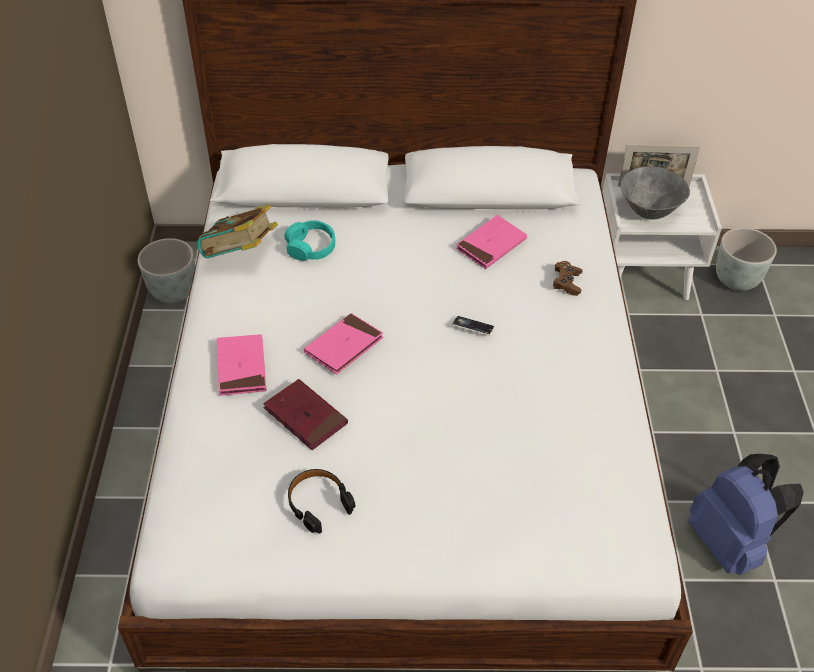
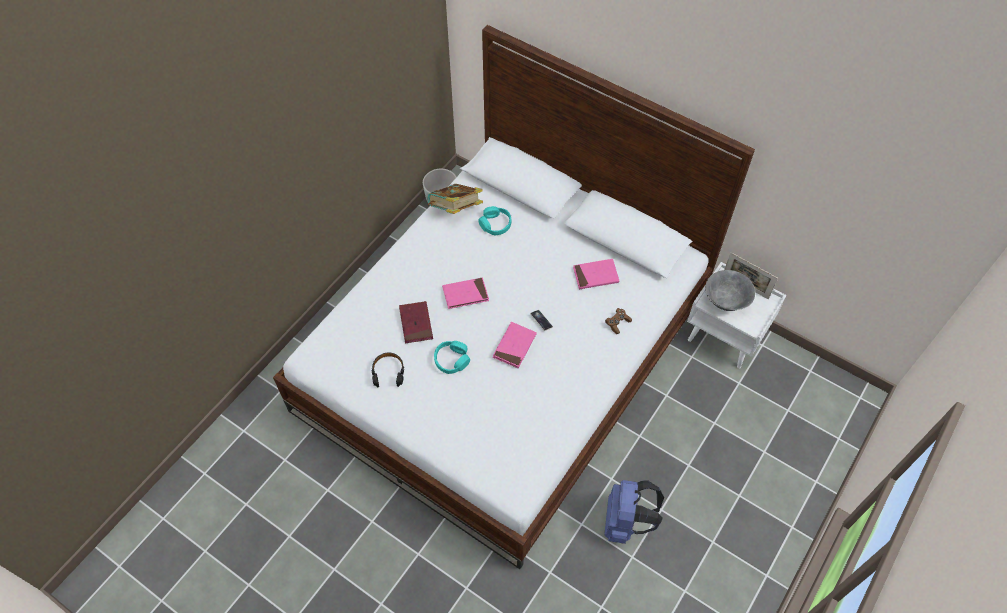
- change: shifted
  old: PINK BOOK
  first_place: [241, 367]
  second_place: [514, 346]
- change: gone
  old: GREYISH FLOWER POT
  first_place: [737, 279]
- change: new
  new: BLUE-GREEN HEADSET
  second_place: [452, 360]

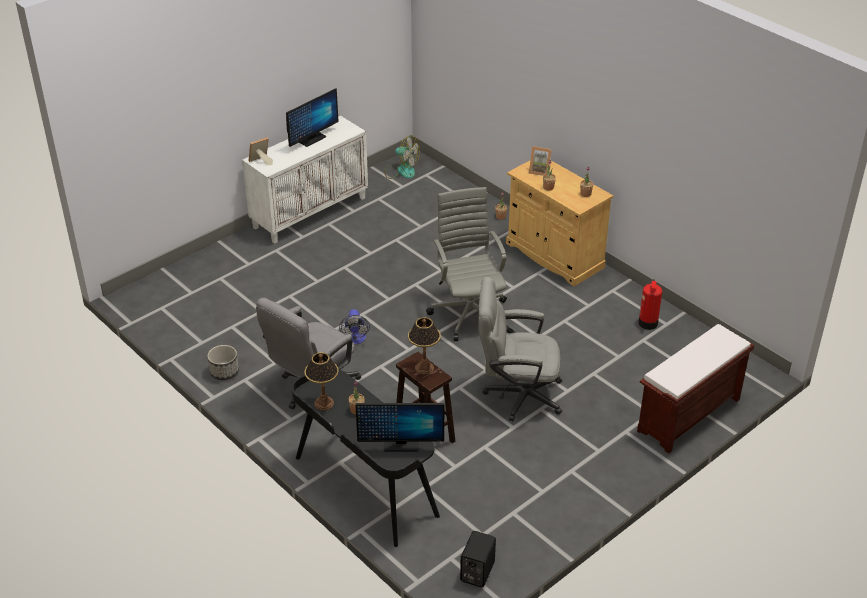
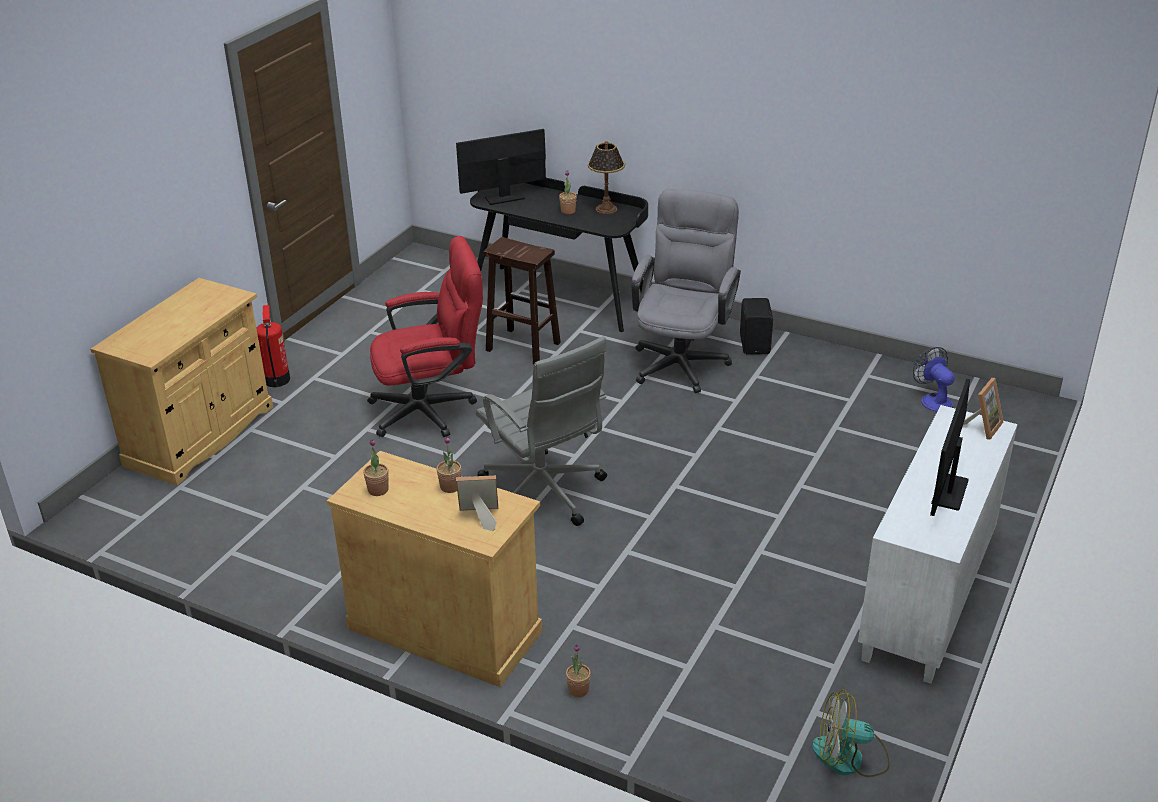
- change: gone
  old: FLOWER POT
  first_place: [224, 372]
- change: shifted
  old: COOLING FAN
  first_place: [355, 339]
  second_place: [933, 400]
- change: gone
  old: TABLE LAMP
  first_place: [424, 368]
- change: shifted
  old: BLACK-COLOURED LOUDSPEAKER
  first_place: [476, 572]
  second_place: [755, 344]
- change: repainted
  old: GREYISH COMPUTER CHAIR
  new: RED-COLOURED COMPUTER CHAIR
  first_place: [516, 394]
  second_place: [432, 410]
- change: swapped
  old: BROWN BENCH
  new: SAND-COLOURED CABINET
  first_place: [688, 416]
  second_place: [200, 436]
- change: shifted
  old: FIRE EXTINGUISHER
  first_place: [648, 323]
  second_place: [276, 379]

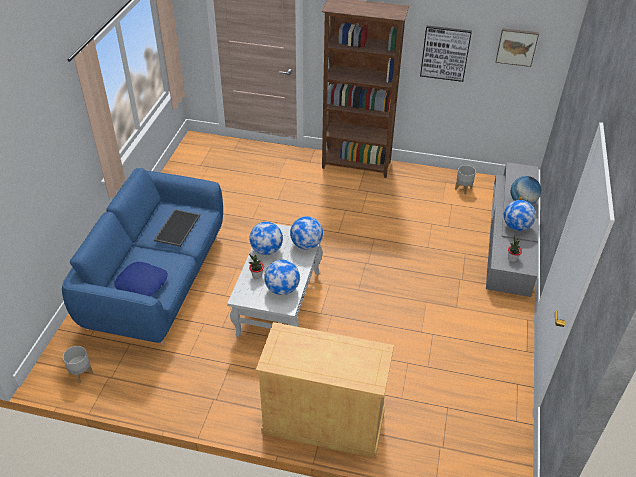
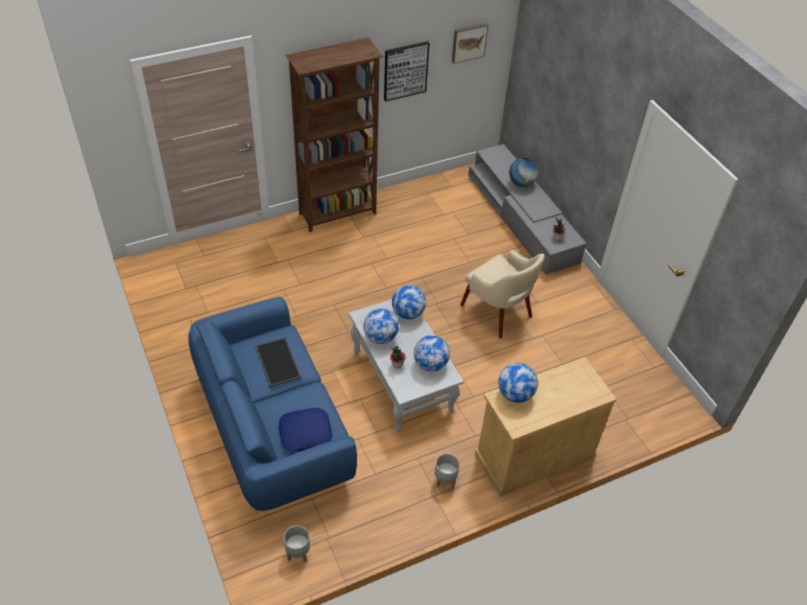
- change: shifted
  old: GREYISH FLOWER POT
  first_place: [463, 189]
  second_place: [445, 480]
- change: shifted
  old: WORLD GLOBE
  first_place: [516, 226]
  second_place: [515, 394]
- change: new
  new: SAND-COLOURED LOUNGE CHAIR
  second_place: [497, 312]

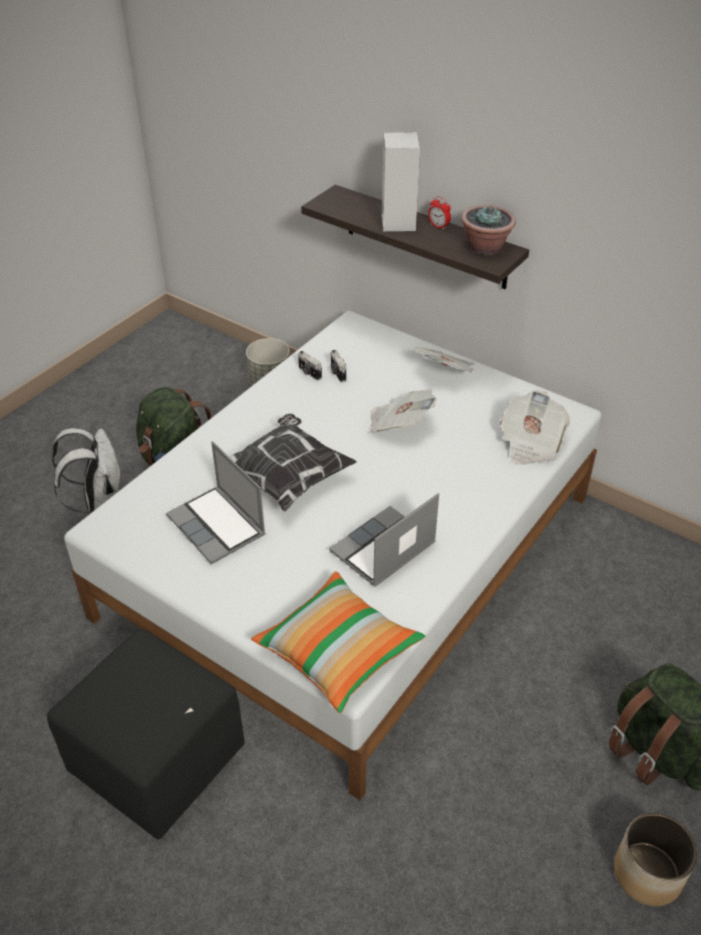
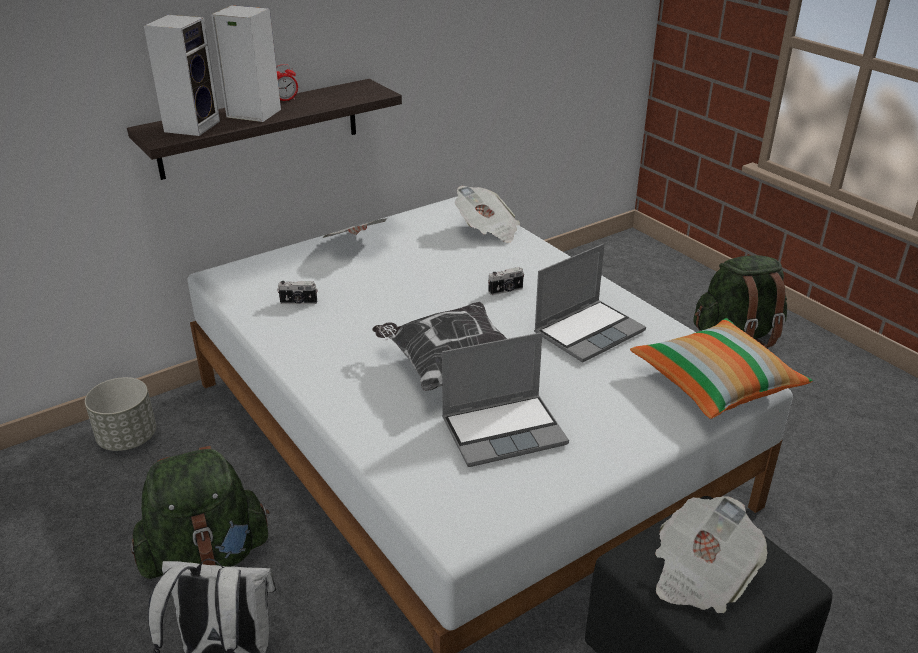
- change: shifted
  old: PHOTO CAMERA
  first_place: [309, 373]
  second_place: [506, 291]
- change: rotated
  old: PORTABLE COMPUTER
  first_place: [383, 549]
  second_place: [589, 331]
  degrees: -105
- change: shifted
  old: NEWSPAPER
  first_place: [399, 424]
  second_place: [700, 574]
- change: gone
  old: POTTED PLANT
  first_place: [485, 247]
- change: gone
  old: FLOWER POT
  first_place: [647, 873]
- change: new
  new: LOUDSPEAKER
  second_place: [192, 125]

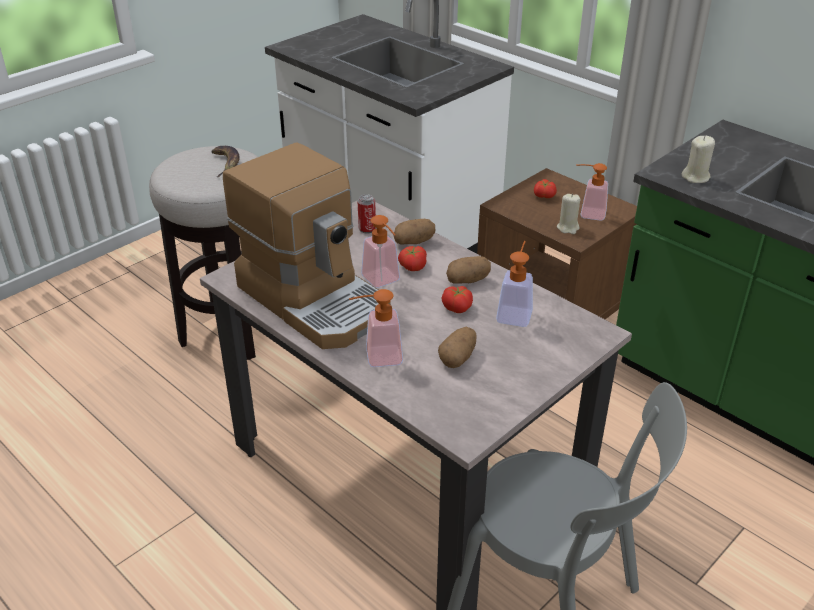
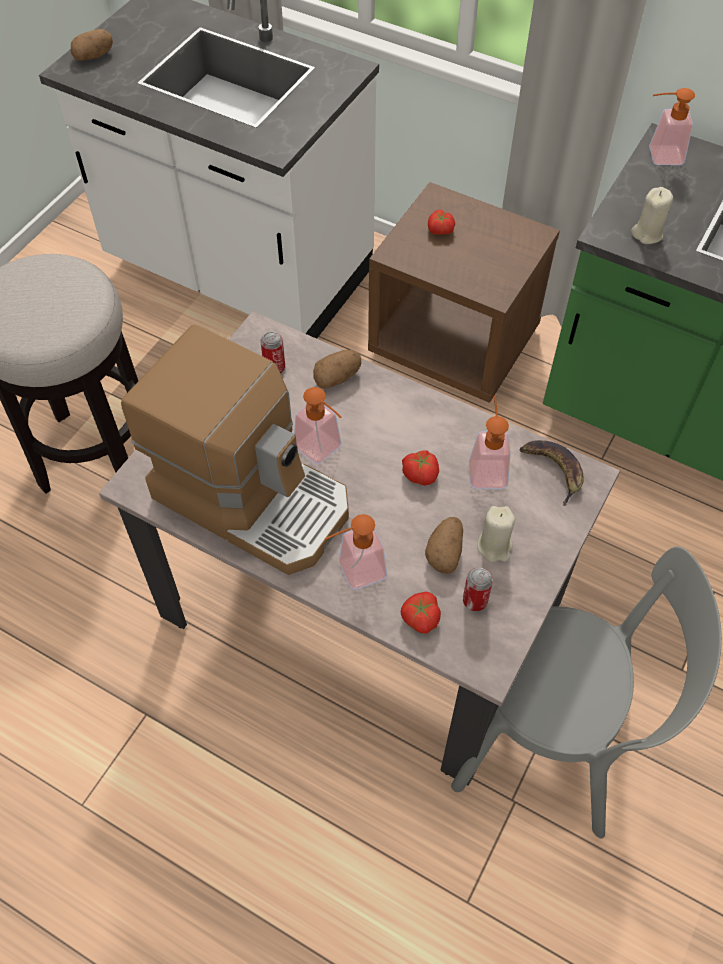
- change: shifted
  old: WHOLE BANANA
  first_place: [226, 163]
  second_place: [553, 470]
- change: shifted
  old: TOMATO
  first_place: [412, 266]
  second_place: [419, 618]
- change: shifted
  old: WHOLE POTATO
  first_place: [468, 280]
  second_place: [94, 56]
- change: shifted
  old: SAND-COLOURED WAX LIGHT
  first_place: [568, 228]
  second_place: [494, 546]
- change: shifted
  old: SOAP BOTTLE
  first_place: [587, 213]
  second_place: [658, 156]
- change: new
  new: CAN
  second_place: [475, 601]

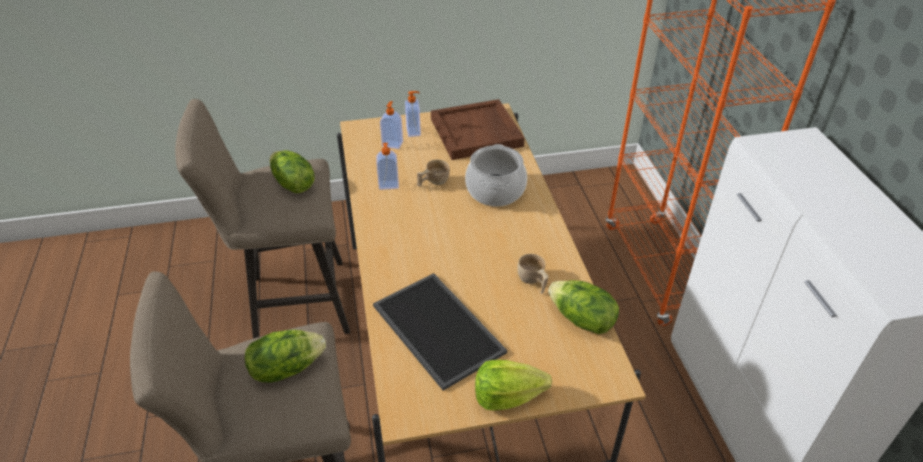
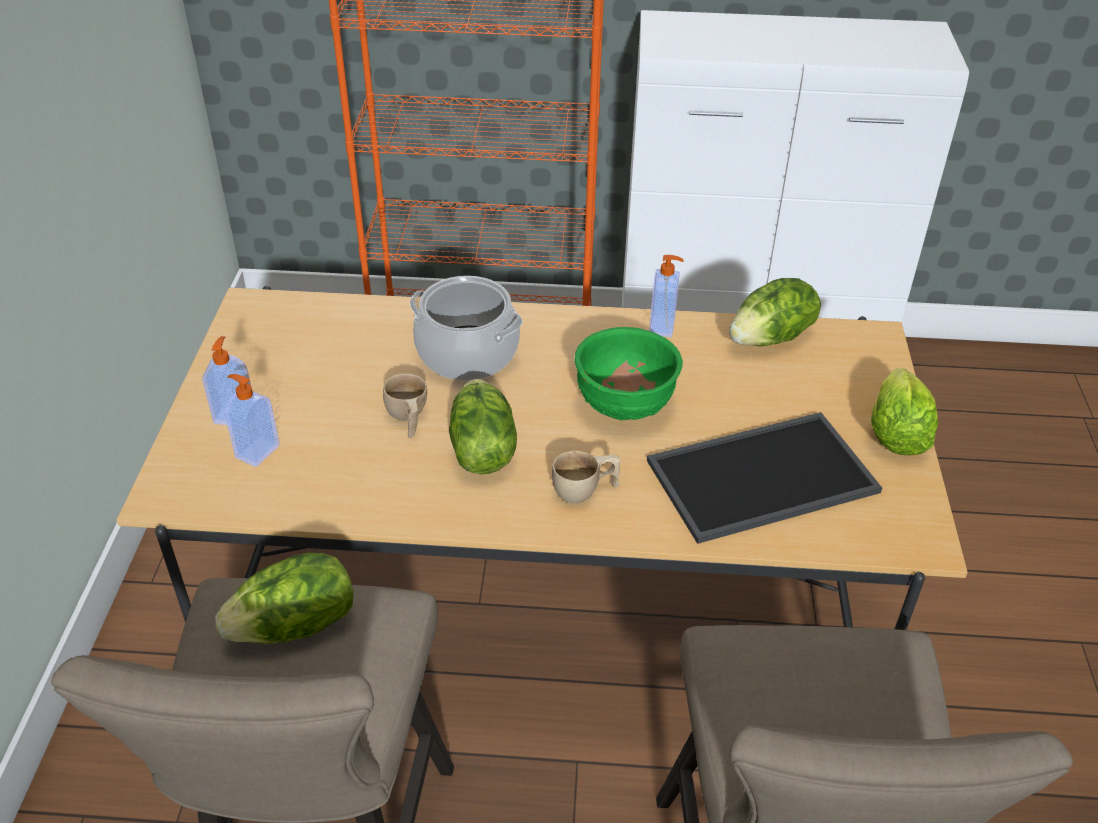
- change: shifted
  old: LETTUCE
  first_place: [286, 367]
  second_place: [481, 450]
- change: shifted
  old: SOAP BOTTLE
  first_place: [388, 185]
  second_place: [663, 327]
- change: gone
  old: BROWN SERVING TRAY
  first_place: [477, 133]
- change: shifted
  old: SAND-COLOURED SMALL CUP
  first_place: [532, 282]
  second_place: [585, 491]
- change: new
  new: GREENISH DEEP DISH
  second_place: [626, 406]

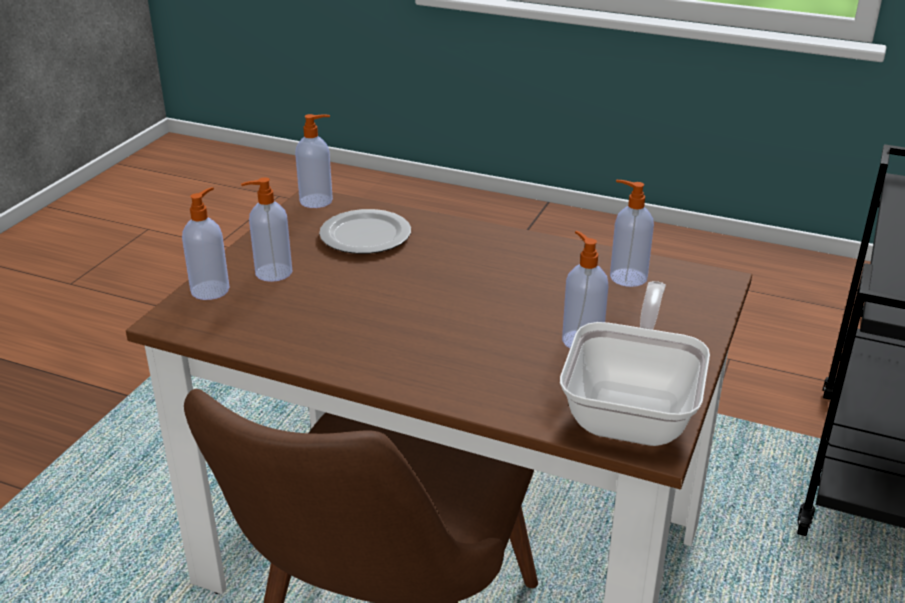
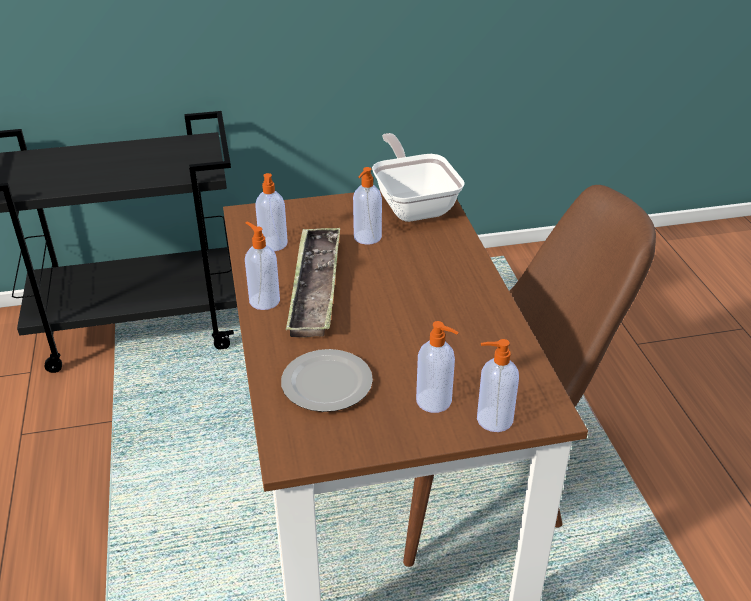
- change: shifted
  old: SOAP BOTTLE
  first_place: [317, 201]
  second_place: [263, 300]
- change: rotated
  old: SKILLET
  first_place: [634, 410]
  second_place: [413, 204]
  degrees: 90
- change: new
  new: SERVING TRAY
  second_place: [315, 287]

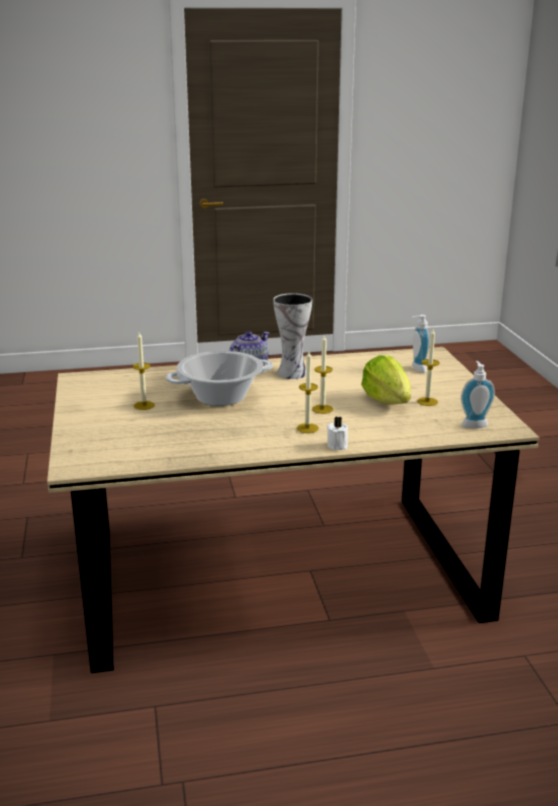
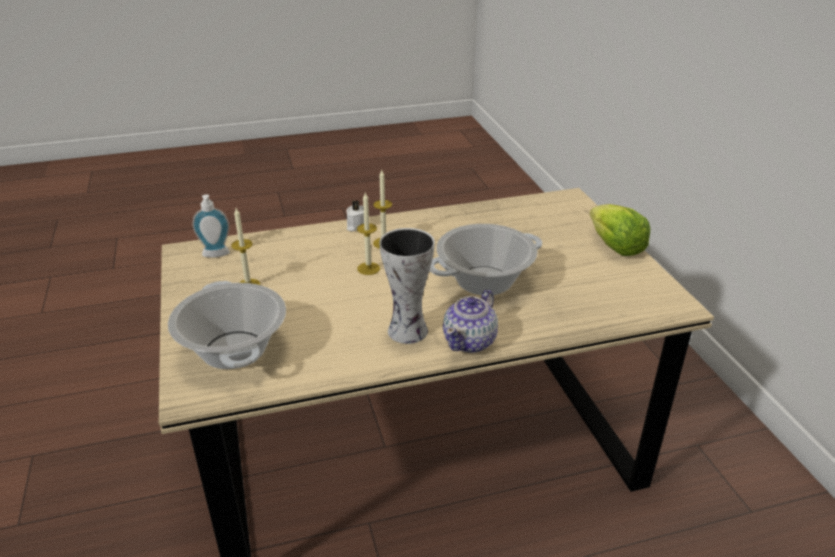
- change: gone
  old: WAX LIGHT
  first_place: [144, 405]
- change: shifted
  old: LETTUCE
  first_place: [387, 401]
  second_place: [615, 247]
- change: swapped
  old: SOAP BOTTLE
  new: COOKING POT
  first_place: [416, 369]
  second_place: [233, 350]

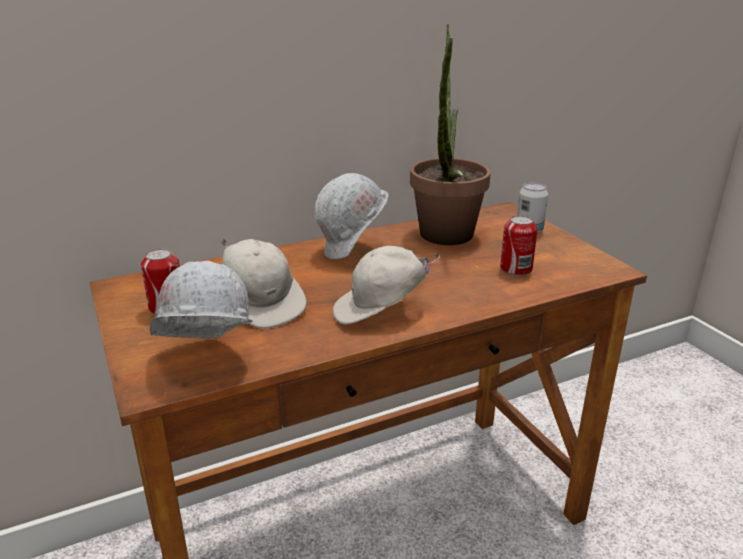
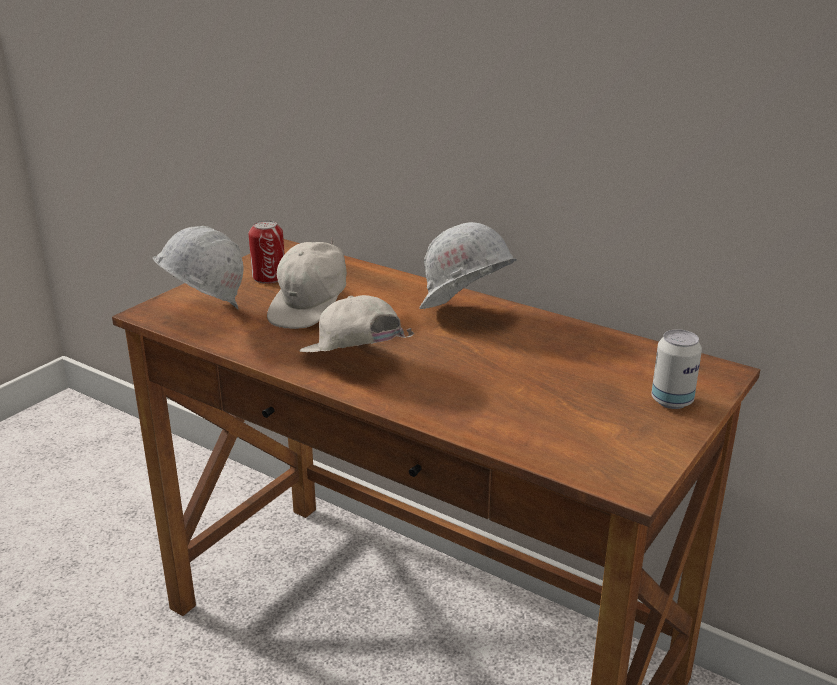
- change: gone
  old: POTTED PLANT
  first_place: [445, 239]
- change: gone
  old: CAN
  first_place: [516, 269]

